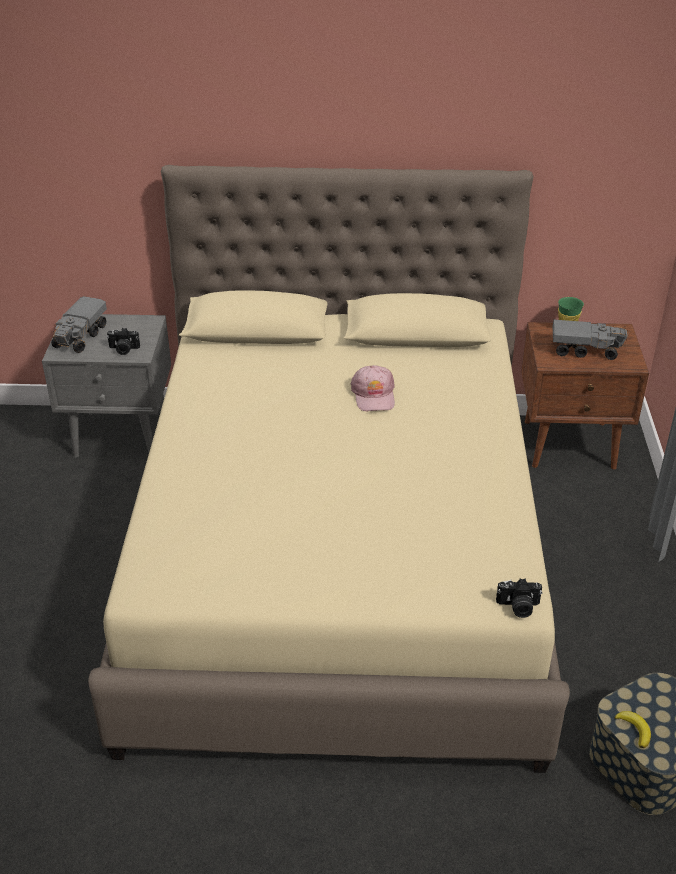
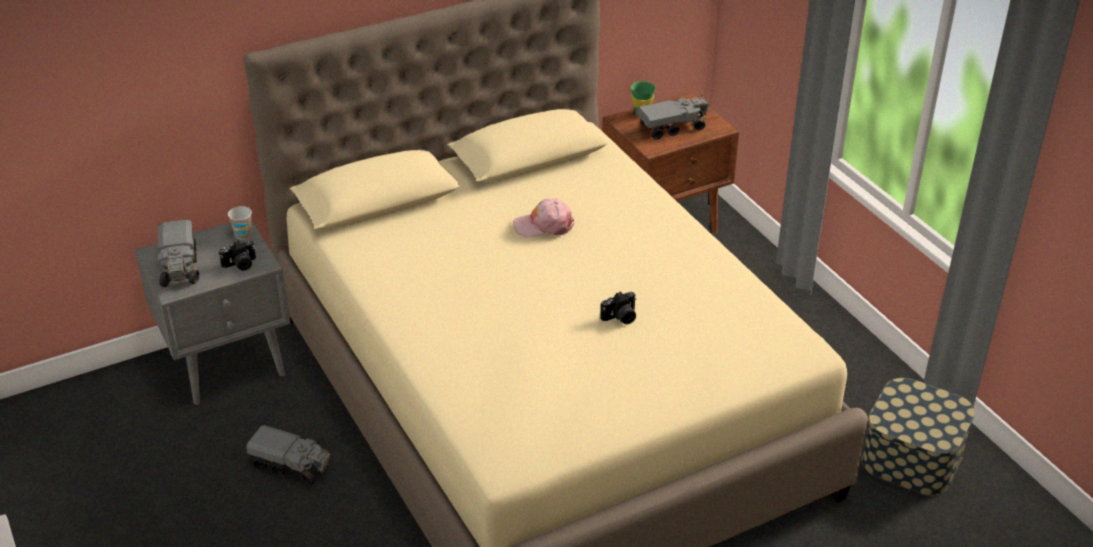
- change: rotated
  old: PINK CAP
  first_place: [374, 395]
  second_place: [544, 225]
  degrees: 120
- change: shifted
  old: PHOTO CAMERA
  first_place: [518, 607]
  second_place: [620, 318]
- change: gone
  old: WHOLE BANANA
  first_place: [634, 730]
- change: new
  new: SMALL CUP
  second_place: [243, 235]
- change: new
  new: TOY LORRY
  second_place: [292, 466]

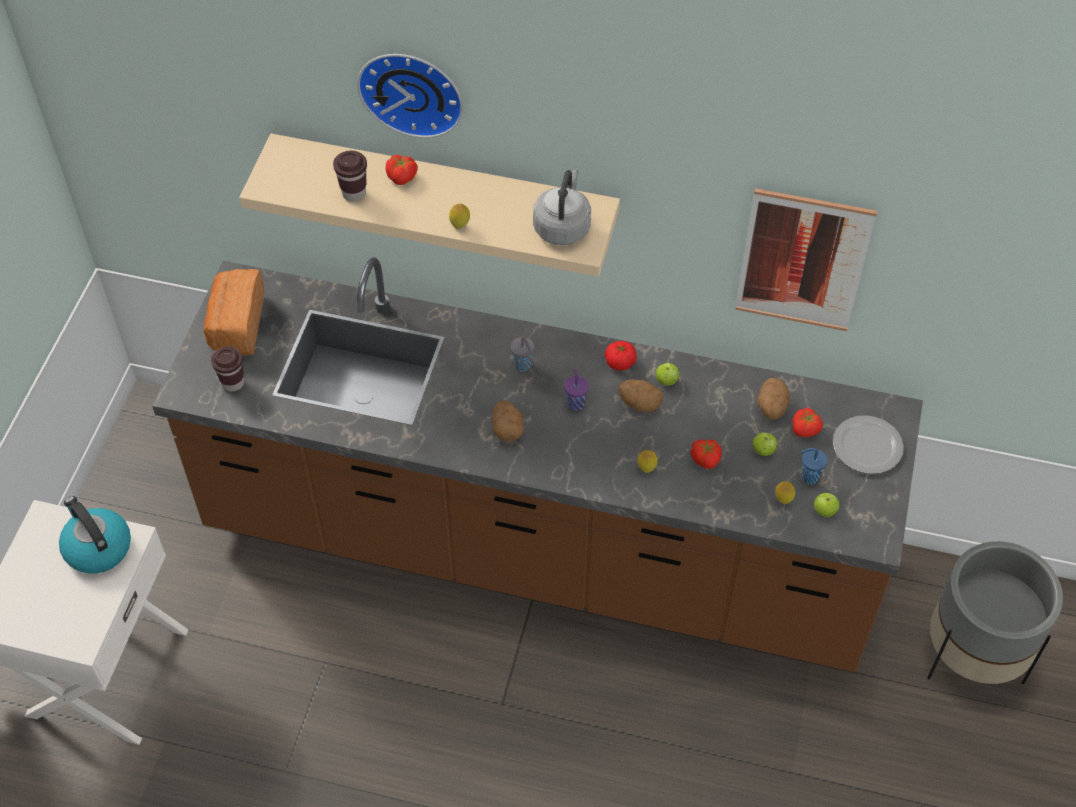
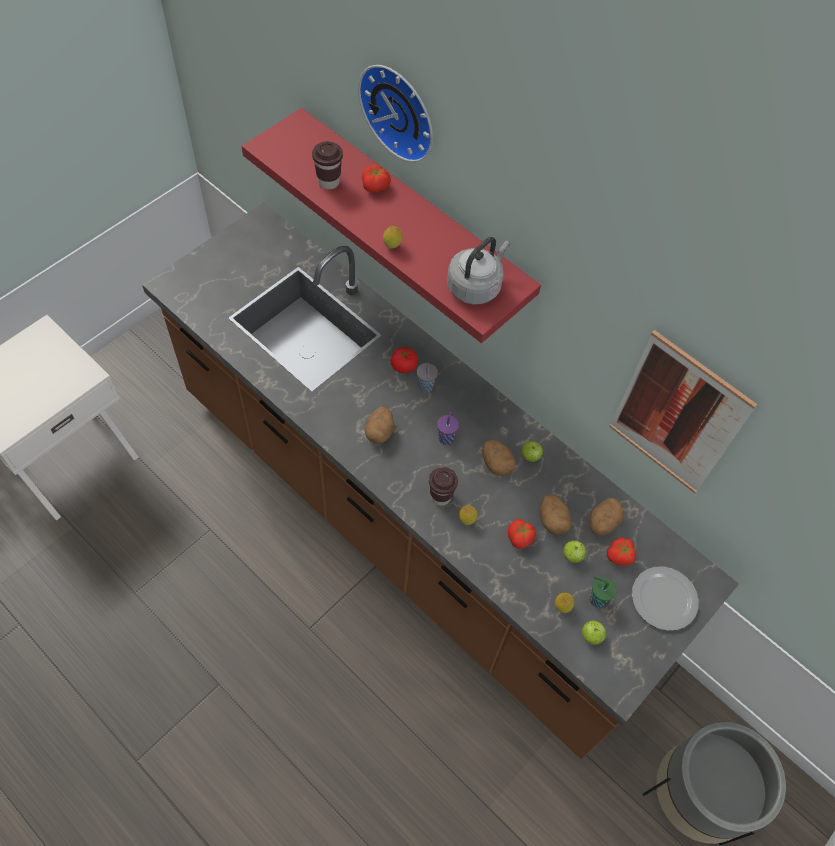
- change: gone
  old: KETTLE
  first_place: [97, 547]
- change: gone
  old: BAKERY BREAD
  first_place: [236, 325]
- change: shifted
  old: BROWN SMALL CUP
  first_place: [233, 383]
  second_place: [440, 496]
- change: repainted
  old: SAND-COLOURED WALL SHELF
  new: RED-COLOURED WALL SHELF
  first_place: [444, 193]
  second_place: [413, 217]
- change: shifted
  old: TOMATO
  first_place: [620, 362]
  second_place: [403, 365]
- change: repainted
  old: BLUISH SMALL CUP
  new: GREENISH SMALL CUP
  first_place: [808, 477]
  second_place: [596, 599]
- change: new
  new: WHOLE POTATO
  second_place: [552, 520]

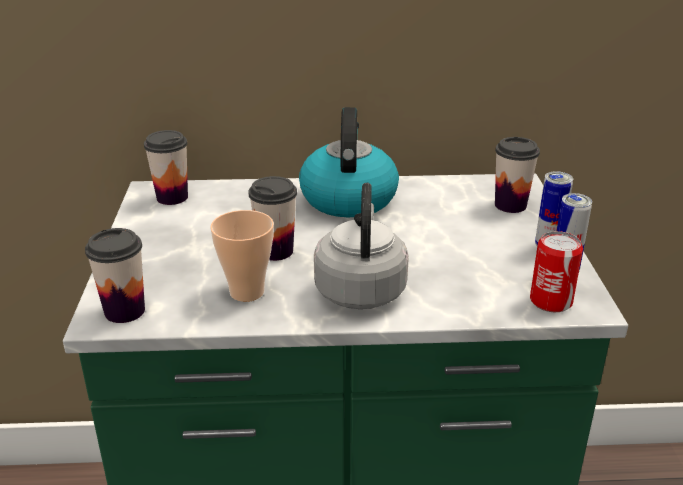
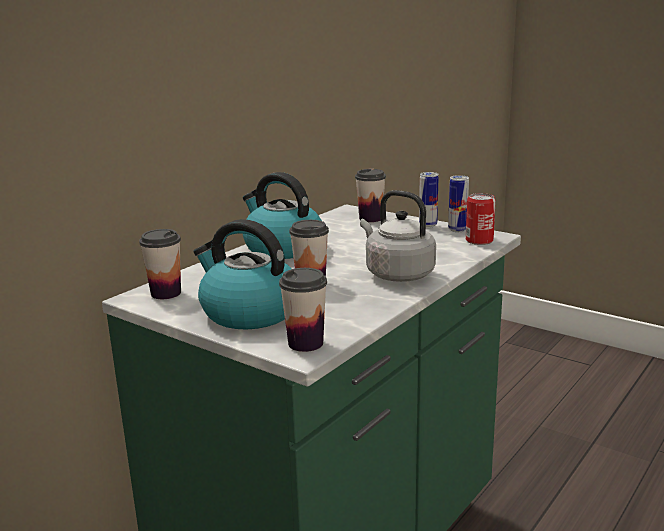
- change: gone
  old: SMALL CUP
  first_place: [247, 292]
- change: new
  new: KETTLE
  second_place: [248, 312]

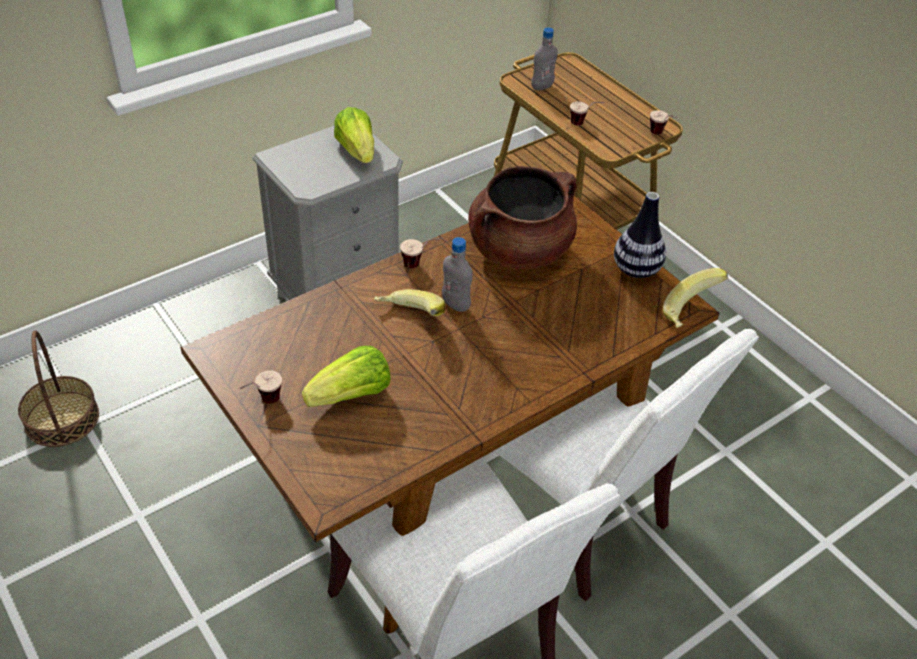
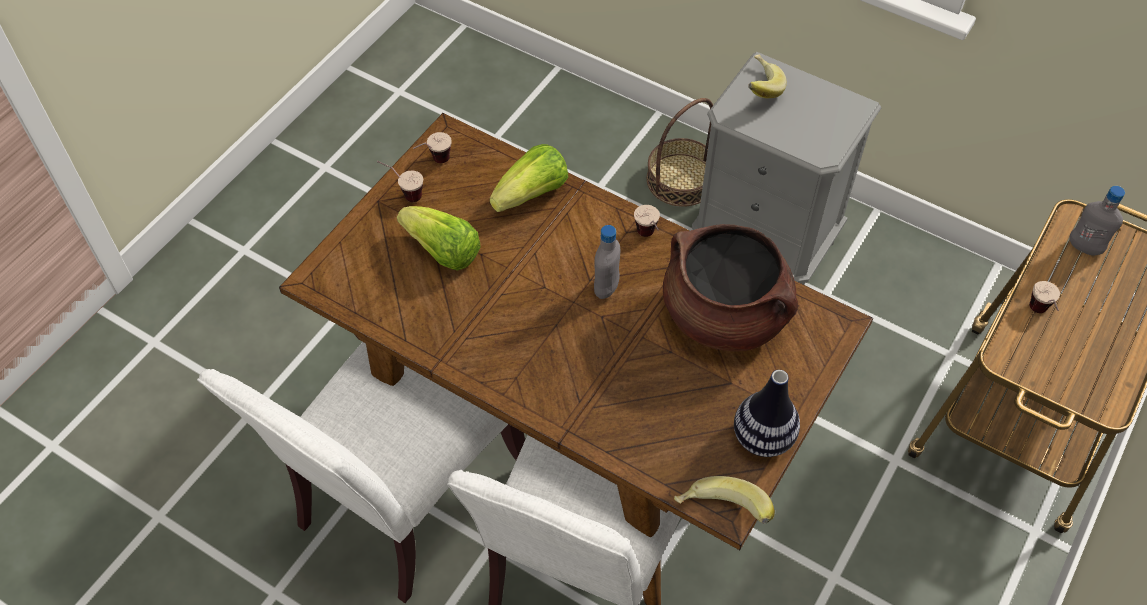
- change: shifted
  old: STORAGE BASKET
  first_place: [62, 419]
  second_place: [680, 179]
- change: shifted
  old: LETTUCE
  first_place: [357, 151]
  second_place: [532, 194]
- change: shifted
  old: WHOLE BANANA
  first_place: [409, 318]
  second_place: [758, 88]
- change: shifted
  old: SMALL CUP
  first_place: [660, 135]
  second_place: [434, 163]

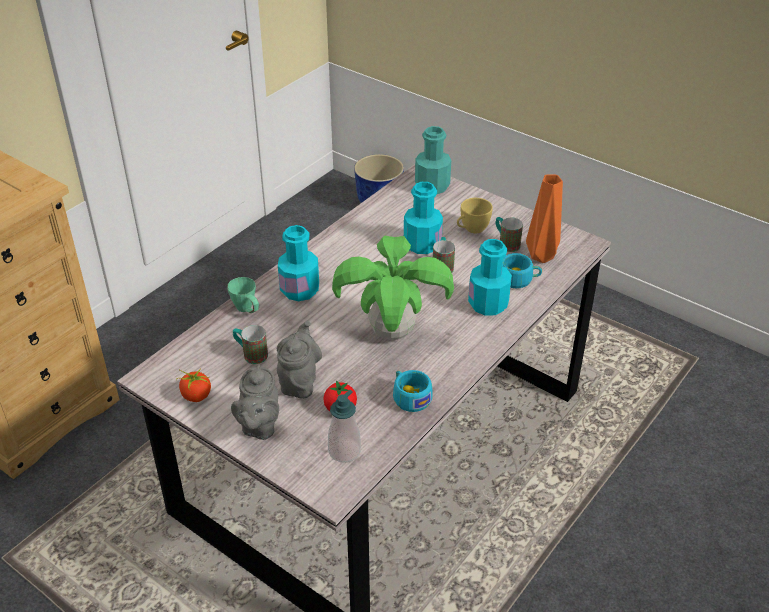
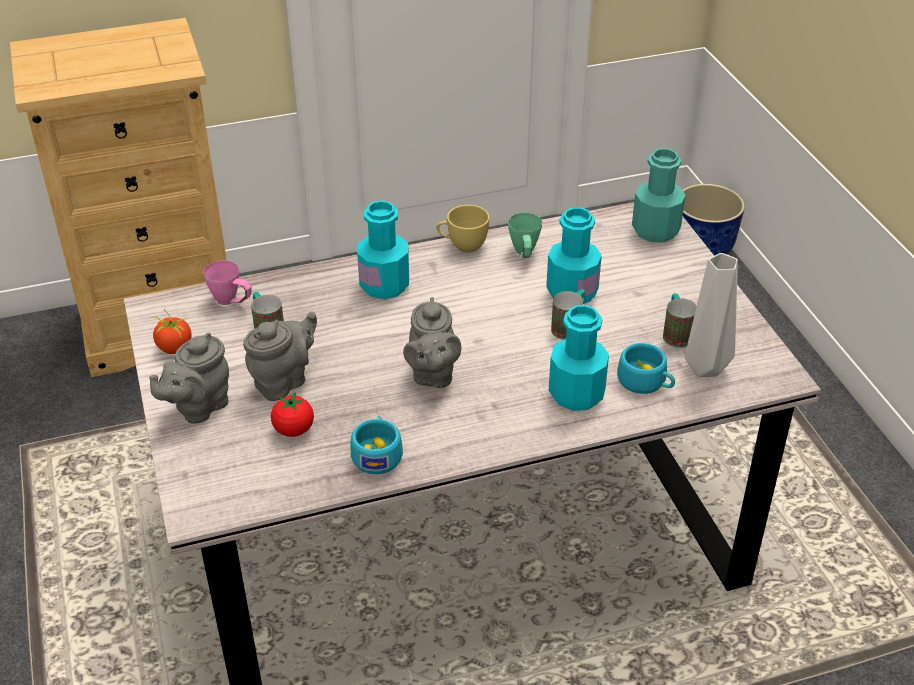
- change: shifted
  old: GREENISH COFFEE MUG
  first_place: [247, 311]
  second_place: [524, 255]
- change: gone
  old: SOAP BOTTLE
  first_place: [344, 451]
- change: swapped
  old: POTTED PLANT
  new: GREYISH TEA POT
  first_place: [391, 332]
  second_place: [432, 375]
- change: shifted
  old: YELLOWISH SMALL CUP
  first_place: [471, 229]
  second_place: [462, 245]
- change: repainted
  old: ORANGE-COLOURED FLOWER VASE
  new: GREYISH FLOWER VASE
  first_place: [540, 256]
  second_place: [703, 366]
- change: new
  new: PINK COFFEE MUG
  second_place: [232, 302]

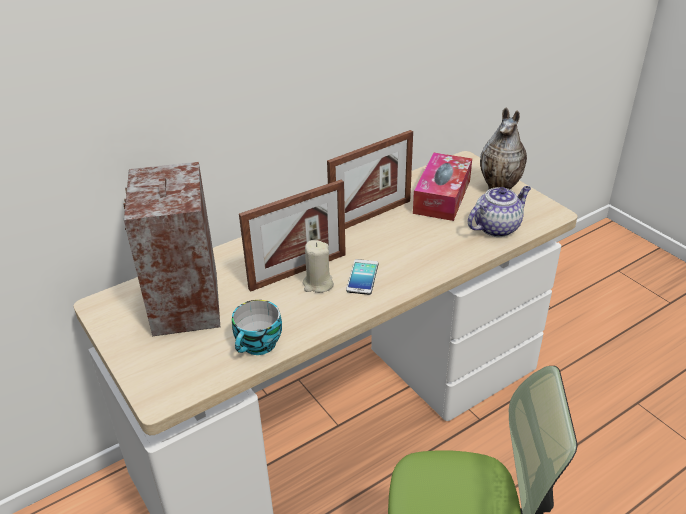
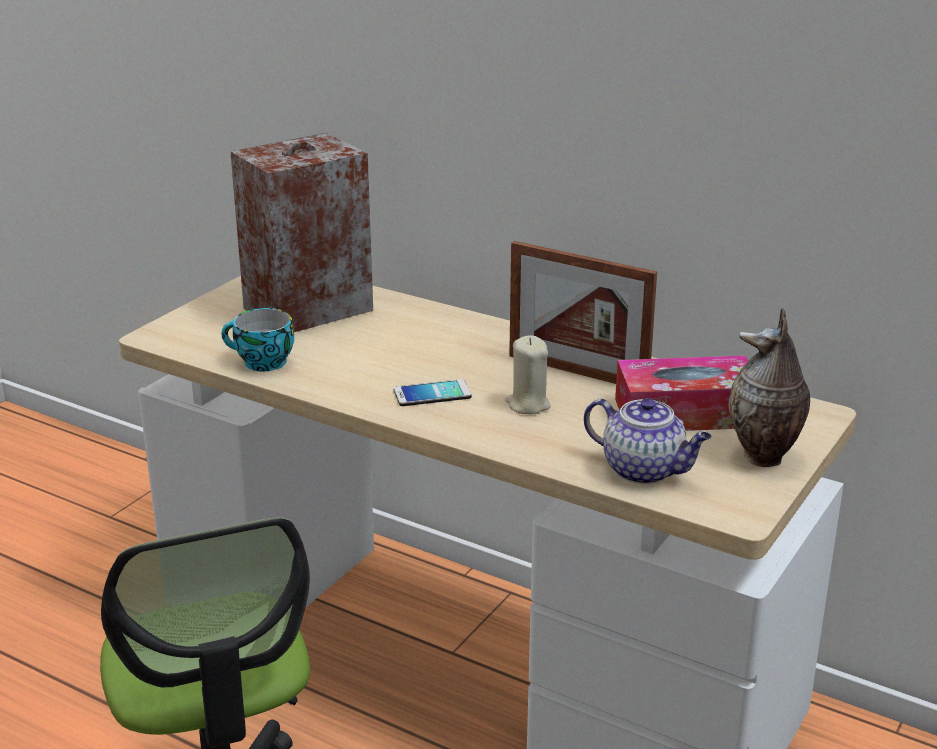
- change: gone
  old: STANDING FRAME
  first_place: [298, 271]
- change: shifted
  old: SAND-COLOURED WAX LIGHT
  first_place: [318, 284]
  second_place: [528, 404]

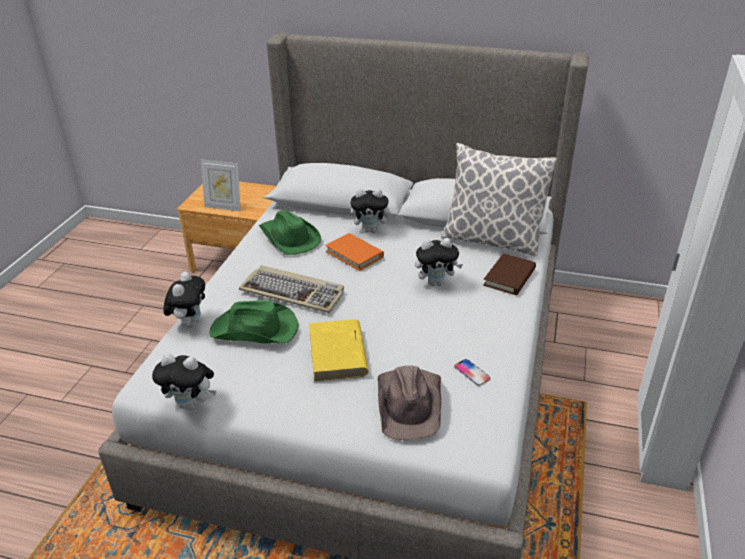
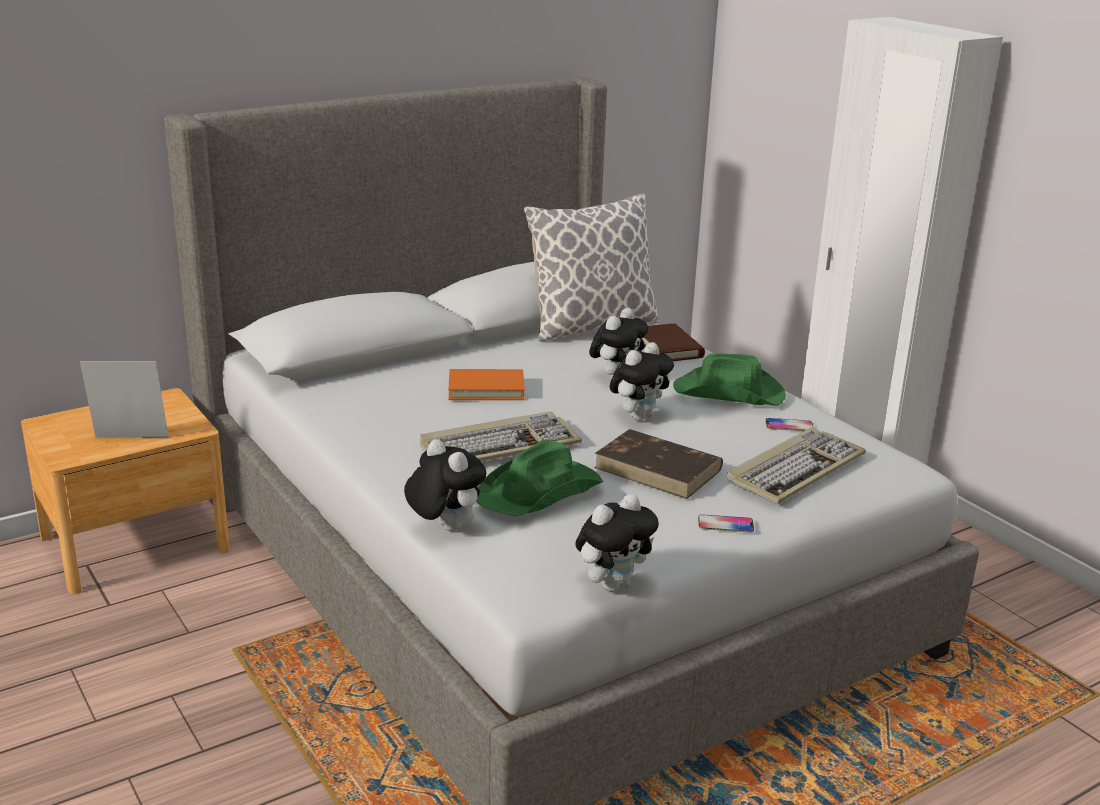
- change: rotated
  old: STANDING FRAME
  first_place: [224, 207]
  second_place: [130, 440]
  degrees: -150
- change: shifted
  old: GREENISH WEARABLE HAT
  first_place: [289, 238]
  second_place: [730, 393]
- change: repainted
  old: YELLOWISH BOOK
  new: BROWN BOOK
  first_place: [338, 353]
  second_place: [659, 469]
- change: shifted
  old: SOFT TOY
  first_place: [371, 230]
  second_place: [639, 416]
- change: swapped
  old: BROWN WEARABLE HAT
  new: COMPUTER KEYBOARD
  first_place: [410, 404]
  second_place: [795, 469]
- change: new
  new: TELEPHONE
  second_place: [725, 525]

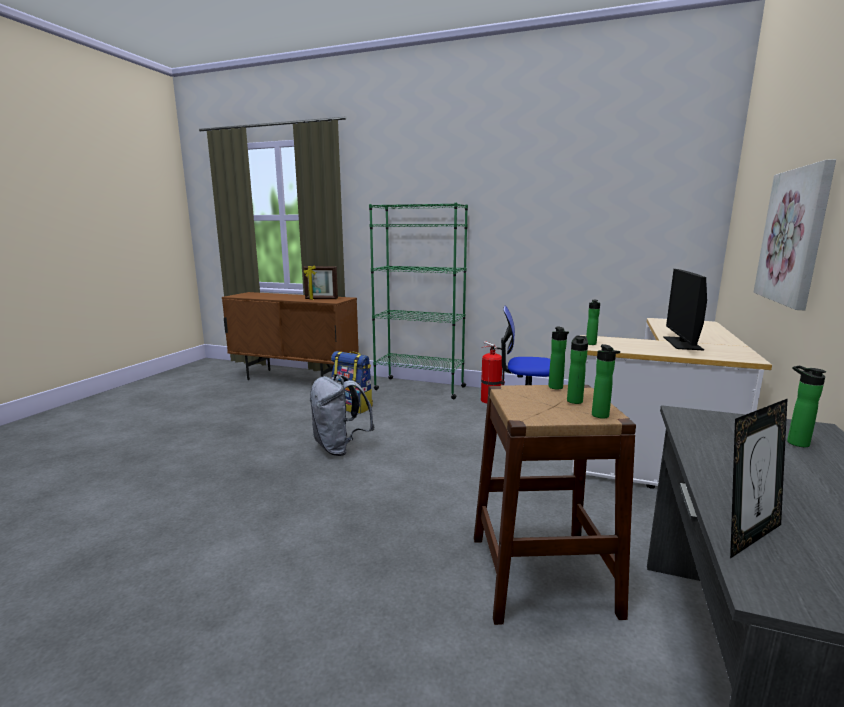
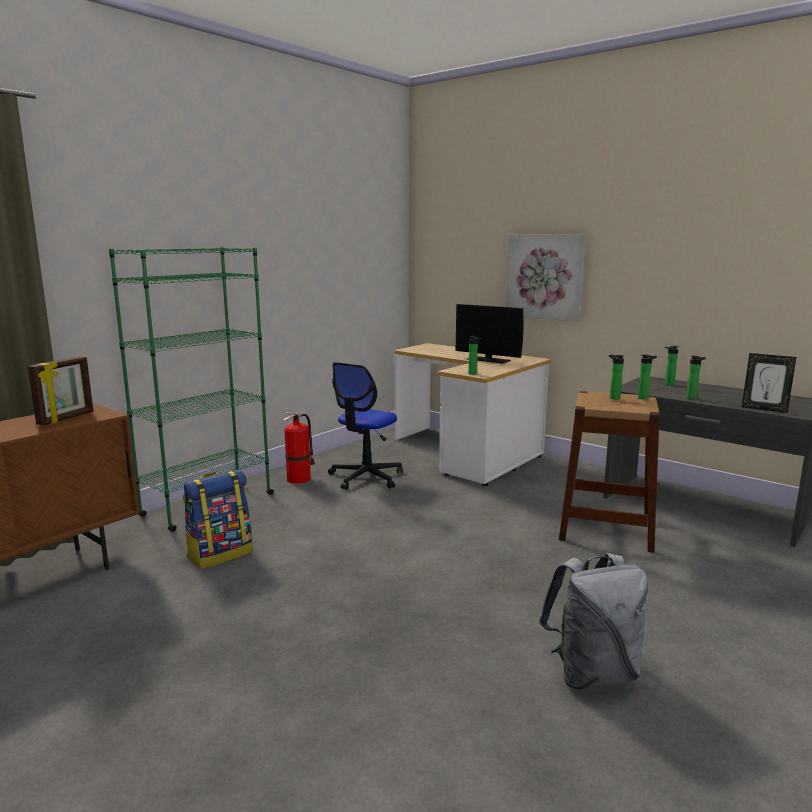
- change: shifted
  old: GREYISH BACKPACK
  first_place: [340, 448]
  second_place: [592, 673]
- change: shifted
  old: BEVERAGE BOTTLE
  first_place: [556, 388]
  second_place: [693, 398]
- change: rotated
  old: STANDING FRAME
  first_place: [747, 536]
  second_place: [764, 409]
  degrees: 135

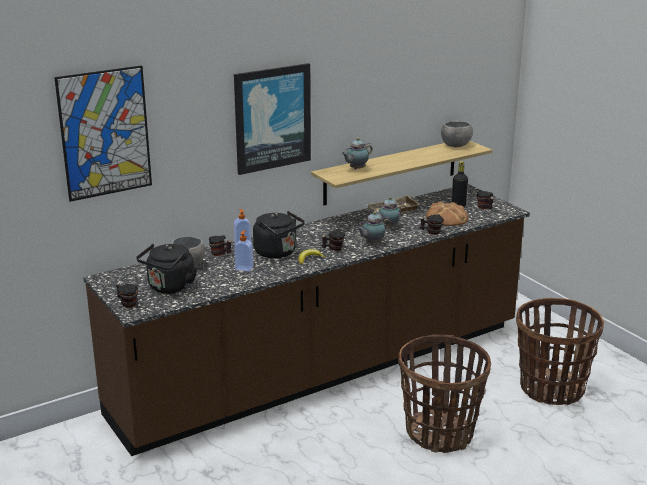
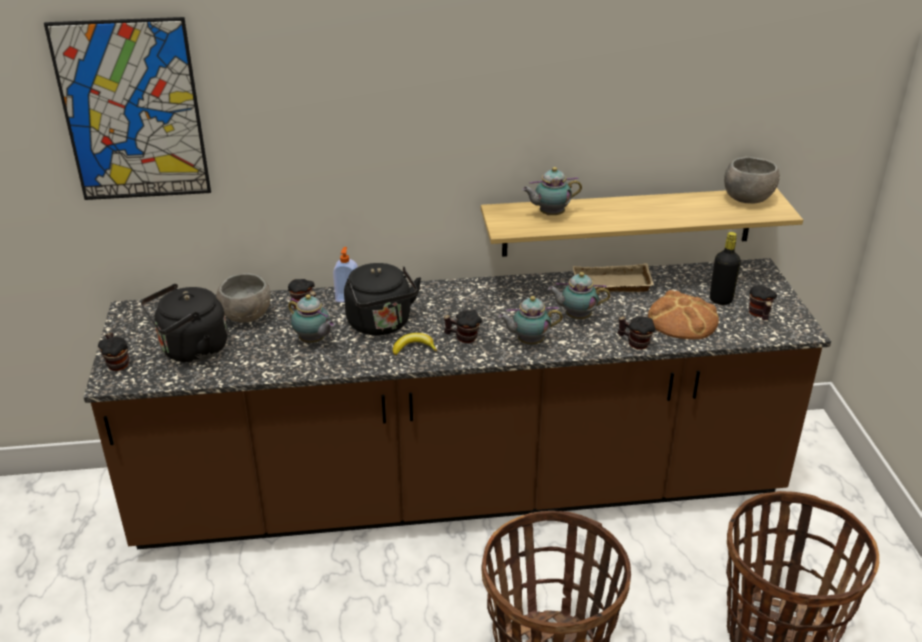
- change: gone
  old: WALL PICTURE
  first_place: [272, 118]
- change: swapped
  old: SOAP BOTTLE
  new: TEA POT
  first_place: [244, 268]
  second_place: [313, 341]

